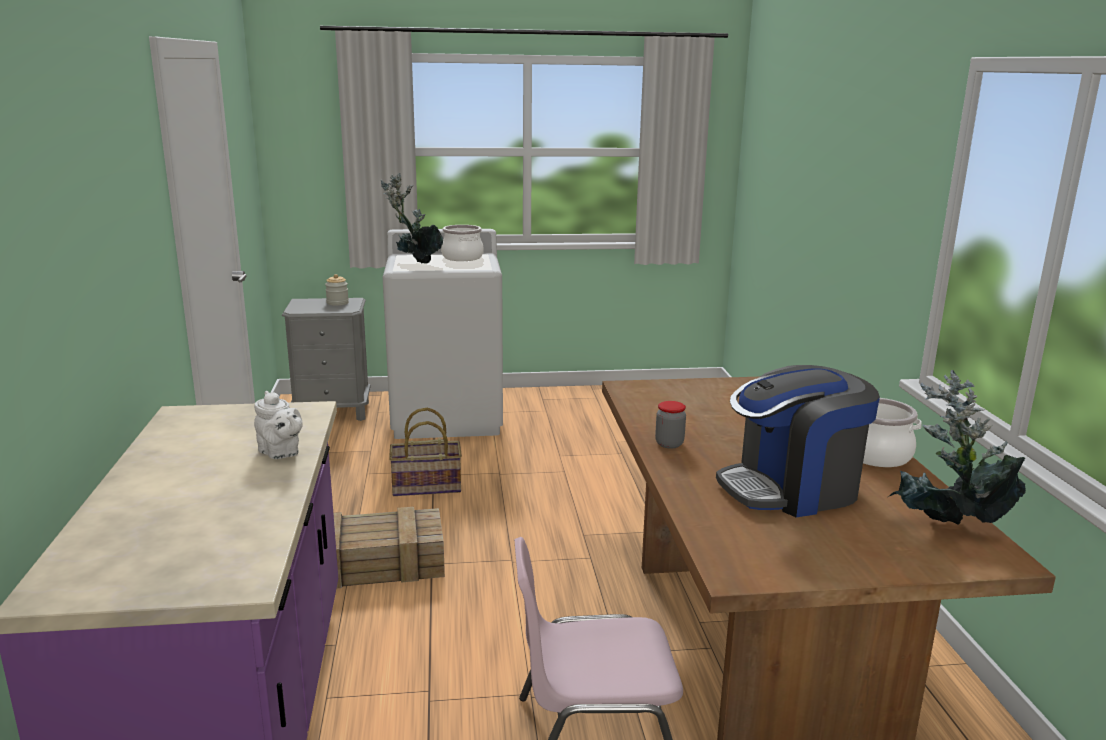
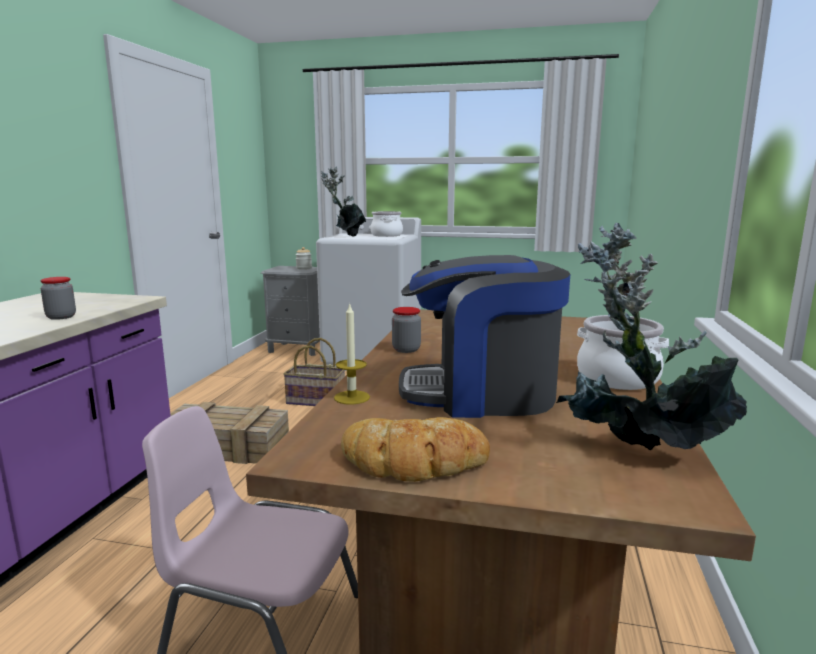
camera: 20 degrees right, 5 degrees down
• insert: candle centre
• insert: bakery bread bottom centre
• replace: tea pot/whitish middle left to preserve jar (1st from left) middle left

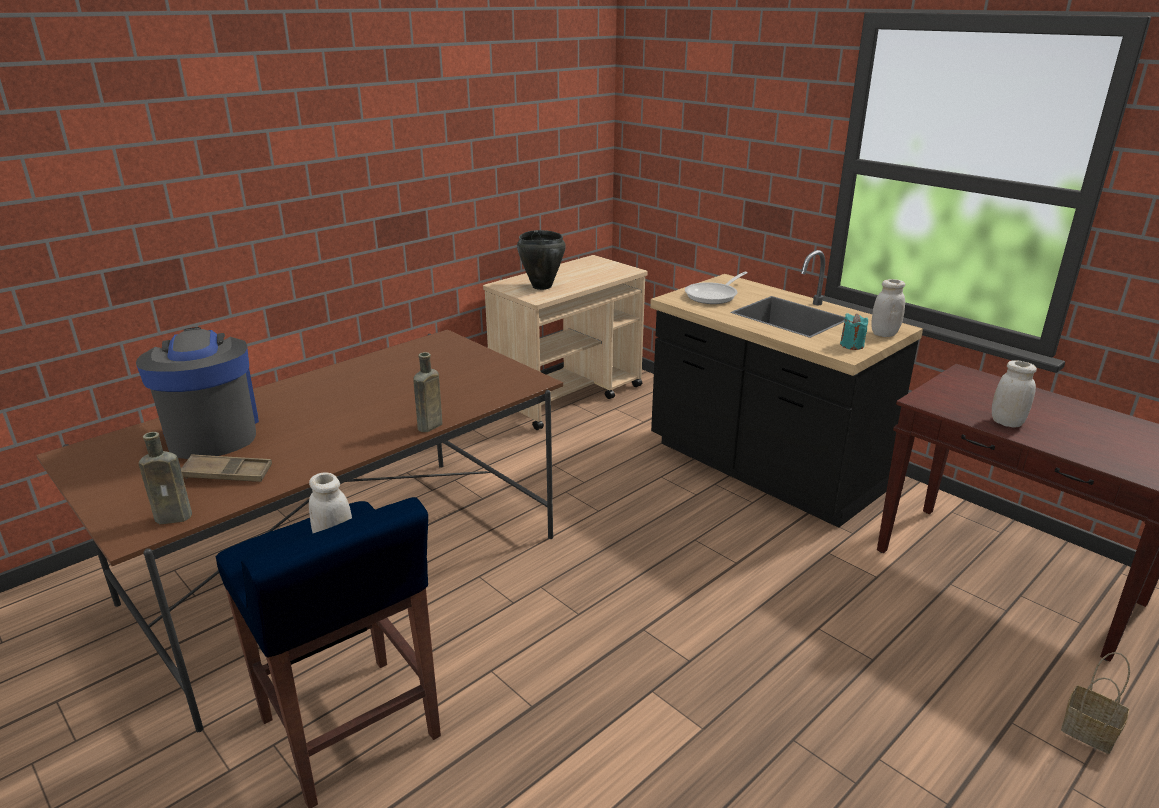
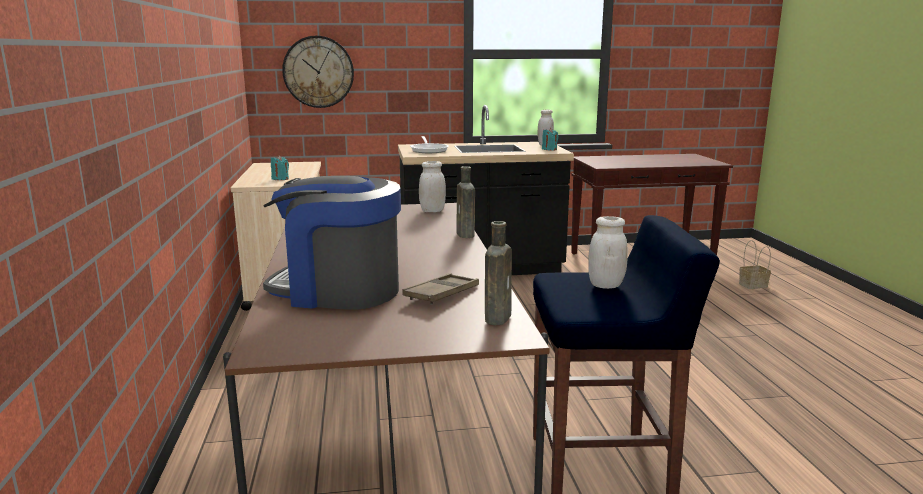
camera: 55 degrees left, 10 degrees down
• insert: wall clock top centre
• move: preserve jar/whitish (3rd from left in the first image) middle right to preserve jar/whitish (1st from left) centre
• replace: stockpot/black-coloured top centre to candle/turquoise (1st from left) middle left

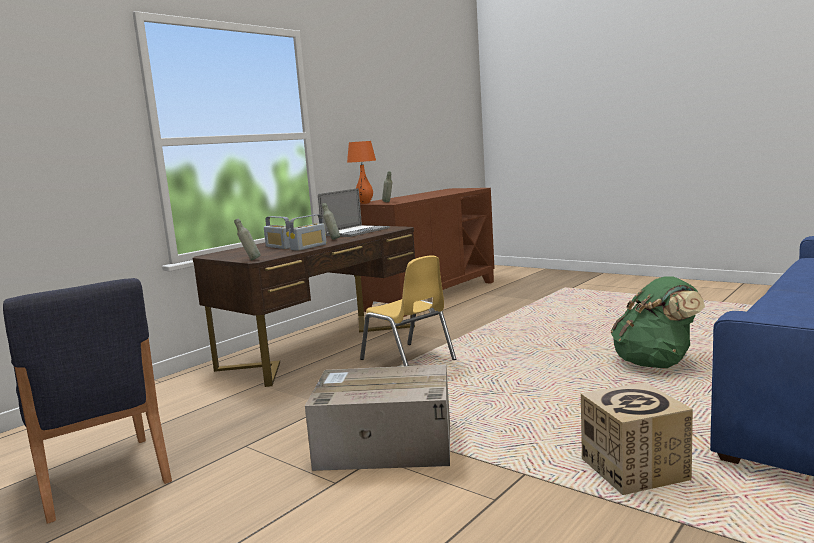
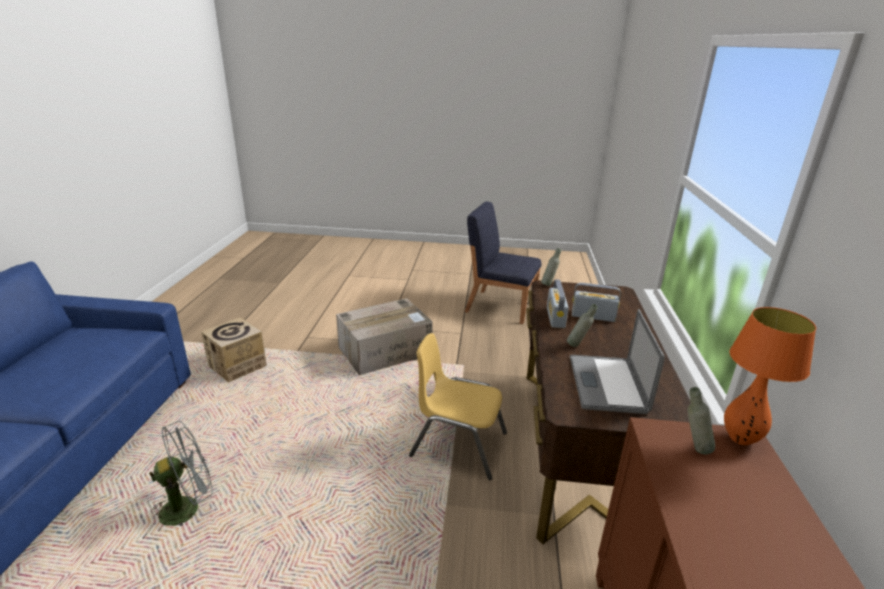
camera: 145 degrees right, 15 degrees up
• replace: rucksack/greenish middle right to cooling fan/gray bottom left

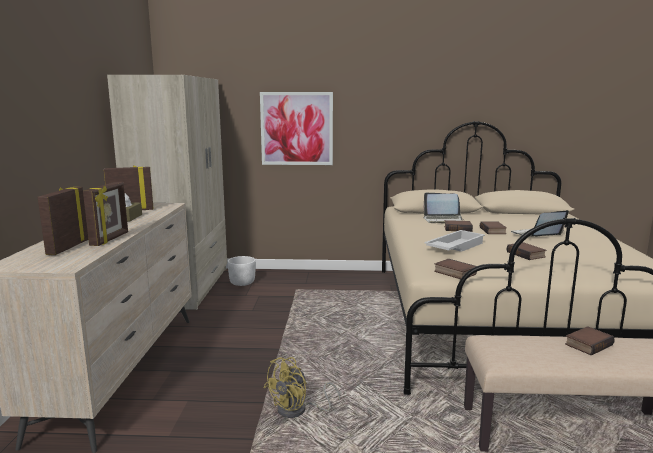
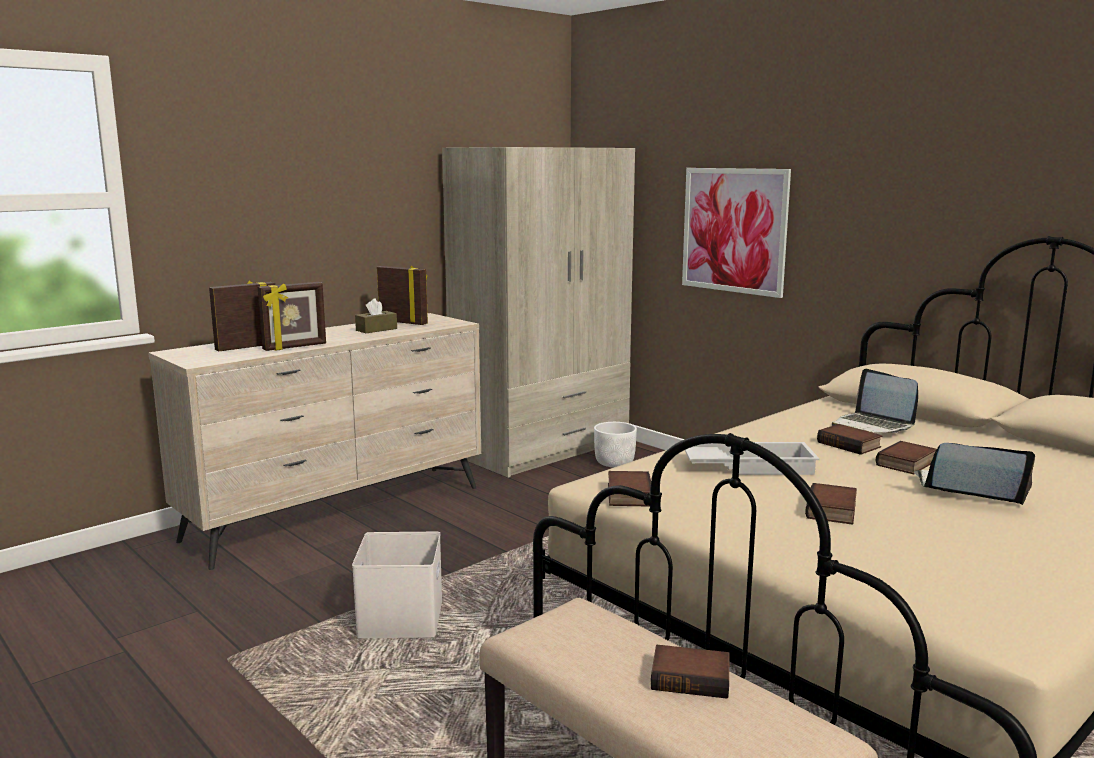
camera: 45 degrees right, 0 degrees up
• replace: cooling fan/yellow bottom centre to storage bin/whitish bottom centre

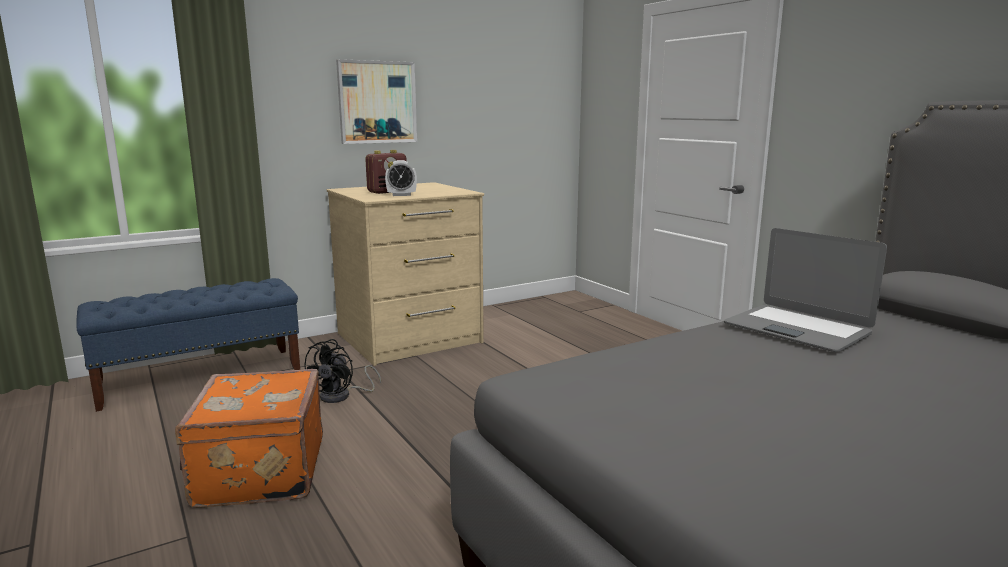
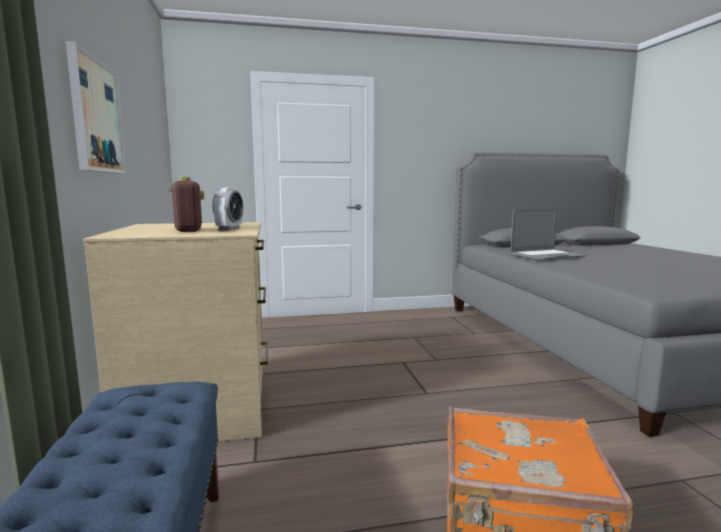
camera: 70 degrees left, 5 degrees down
• delete: cooling fan/black-coloured centre

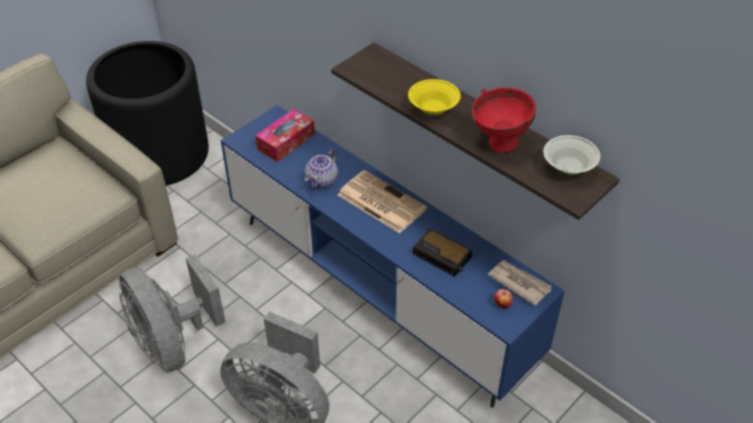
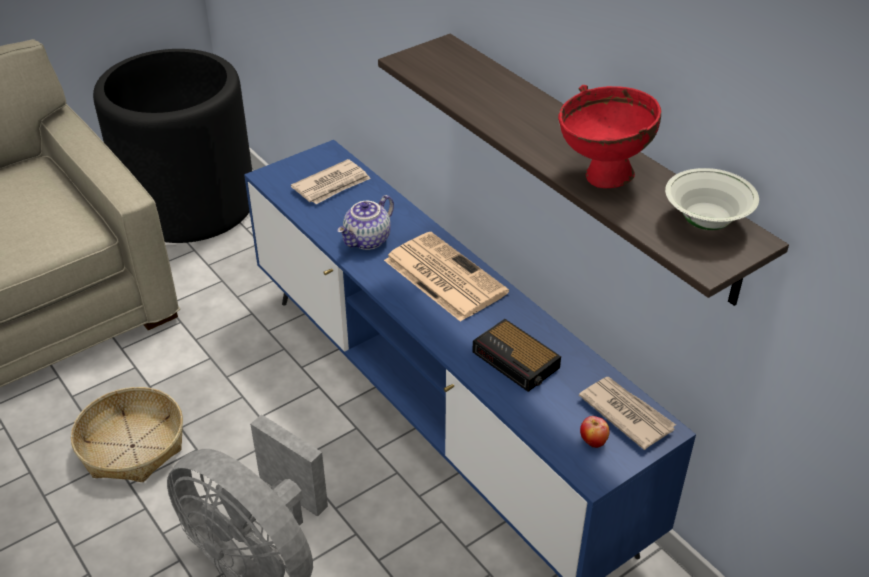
camera: 10 degrees right, 5 degrees down
• delete: serving bowl/yellow top centre
• replace: cooling fan/gray (1st from left) bottom left to storage basket bottom left
• replace: tissue box top centre to printed paper (1st from left) top centre

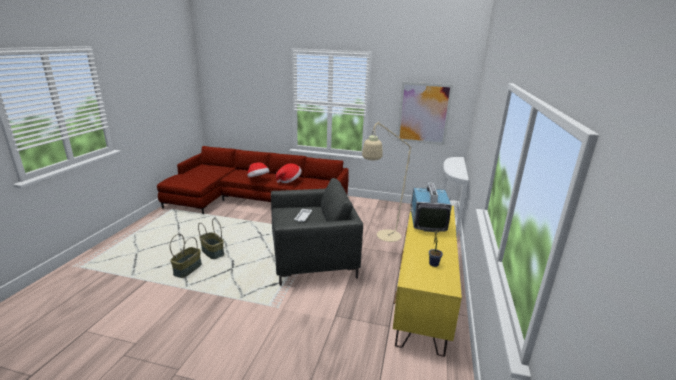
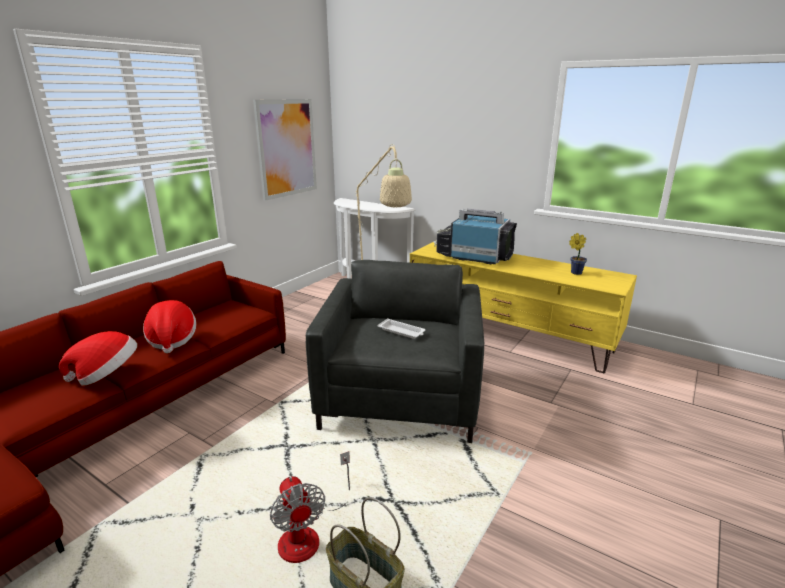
camera: 70 degrees left, 0 degrees up
• replace: storage basket (2nd from left) middle left to cooling fan bottom centre

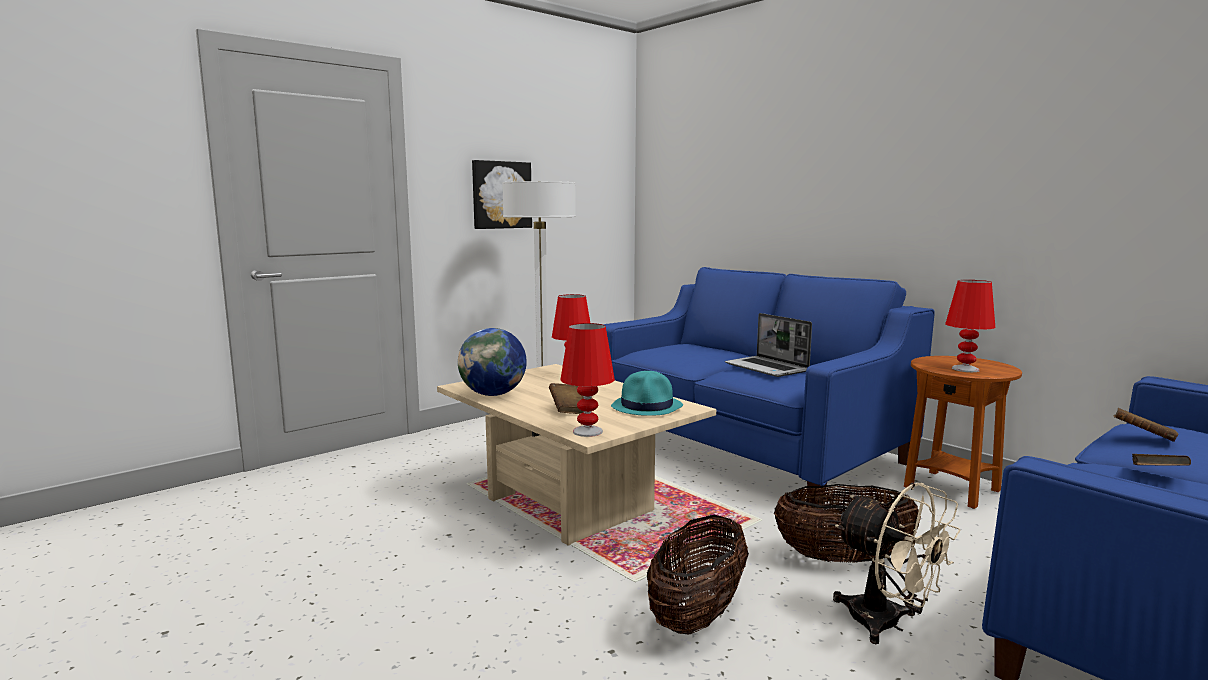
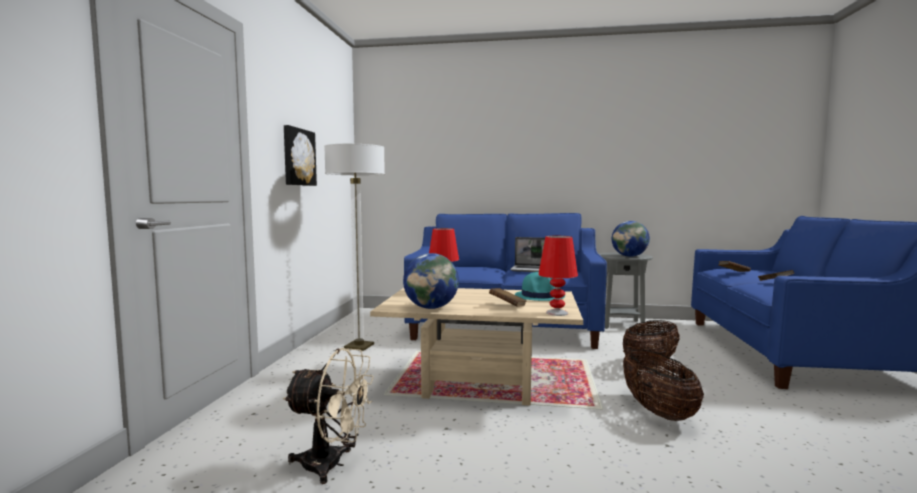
camera: 40 degrees left, 5 degrees down
• move: cooling fan/beige bottom right to bottom centre
• replace: lamp for a table/red-coloured (3rd from left) middle right to desk globe (2nd from left) middle right
• recolor: accent table/brown middle right to accent table/gray middle right

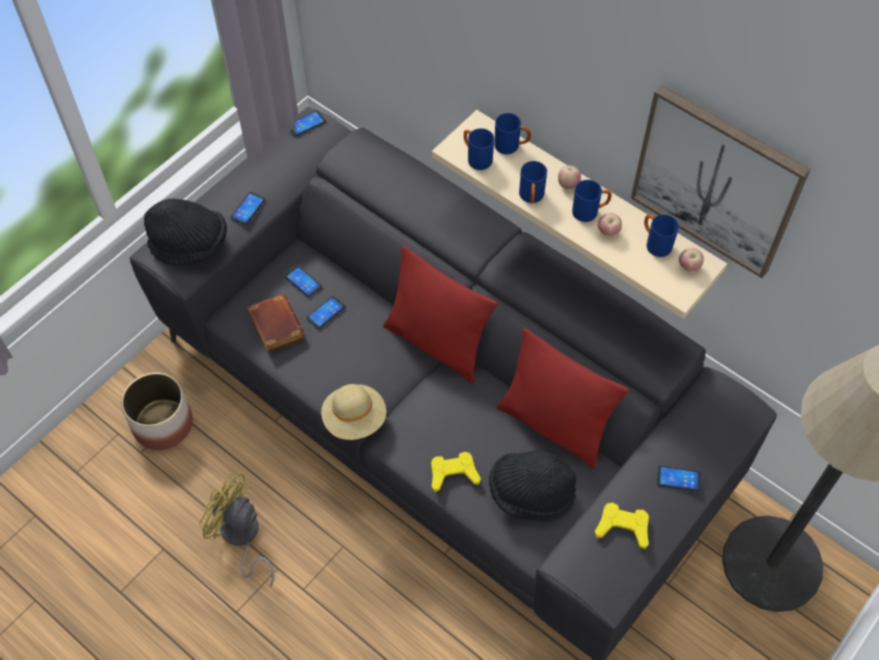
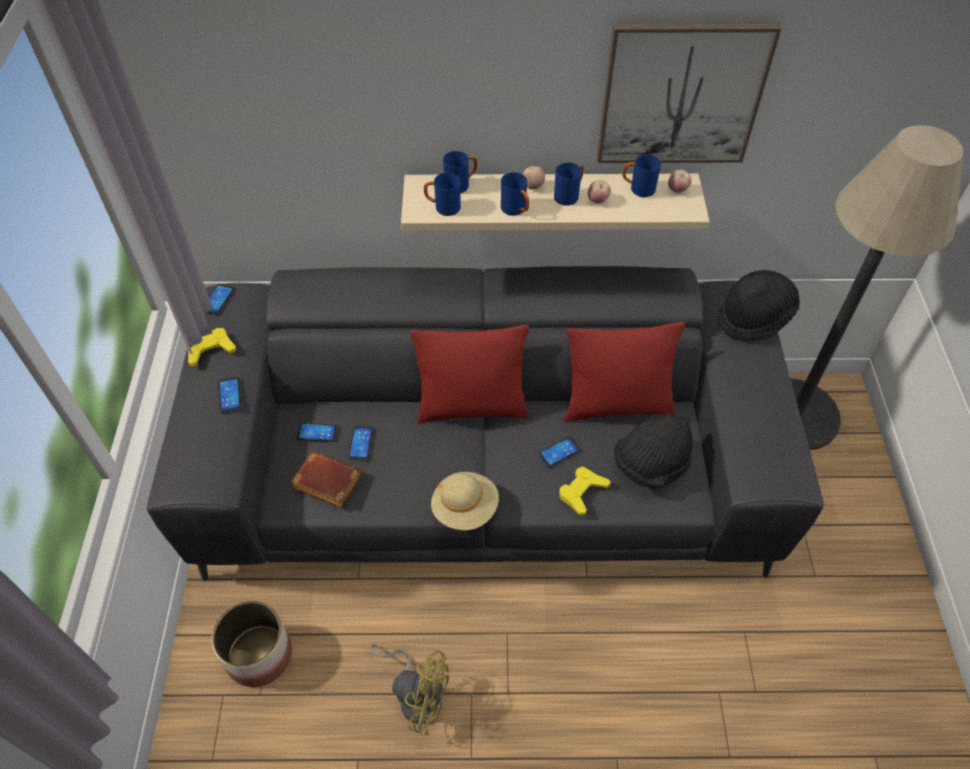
camera: 40 degrees left, 5 degrees down
• move: hat/black-coloured (1st from left in the first image) middle left to hat/black-coloured (2nd from left) middle right
• move: joypad/yellow (2nd from left in the first image) bottom right to joypad/yellow (1st from left) middle left
• move: telephone (5th from left) bottom right to centre
• rotate: cooling fan/yellow bottom left = bottom centre 150 degrees counterclockwise

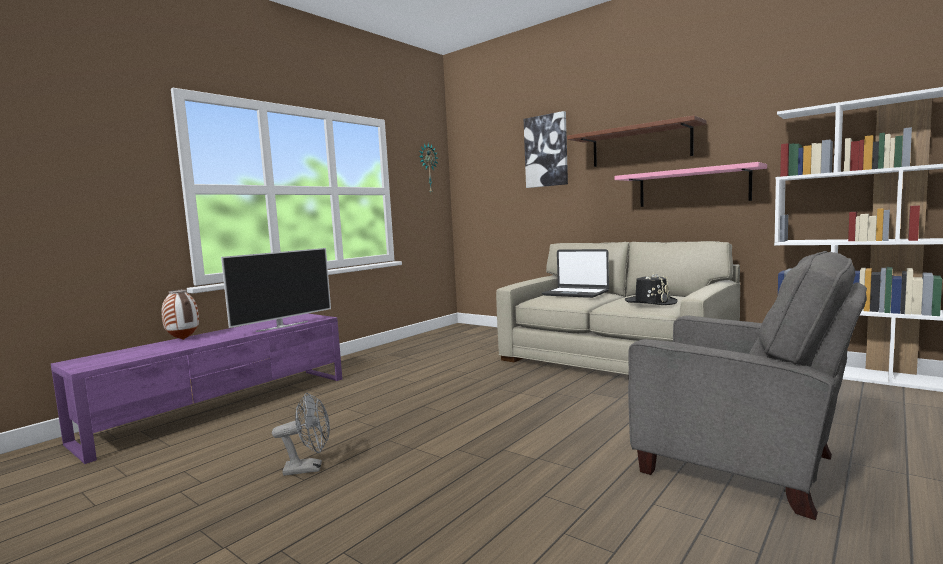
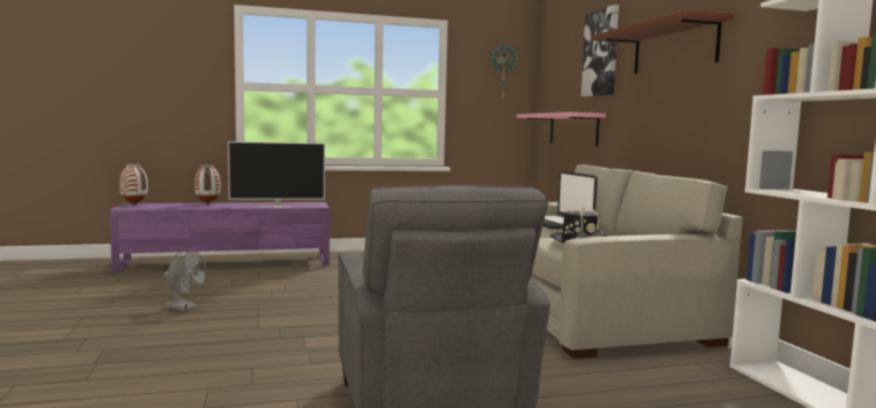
camera: 35 degrees right, 0 degrees up
• insert: decorative vase (1st from left) middle left
• move: shelf/pink-coloured top right to top centre

